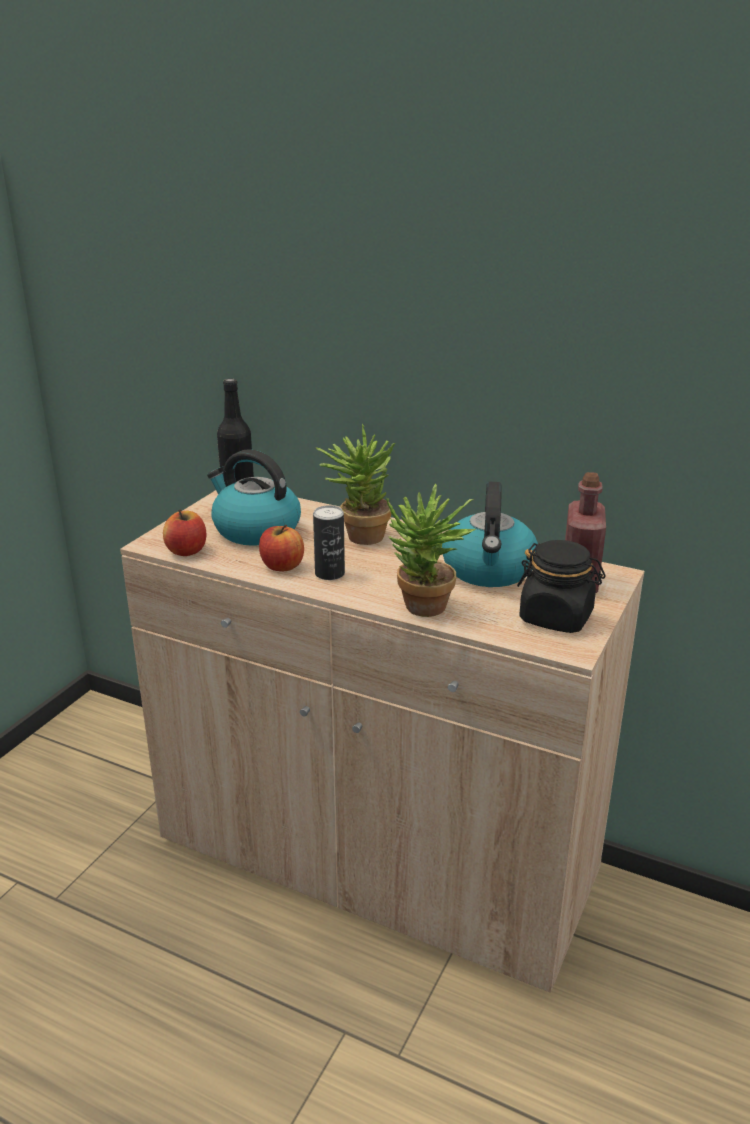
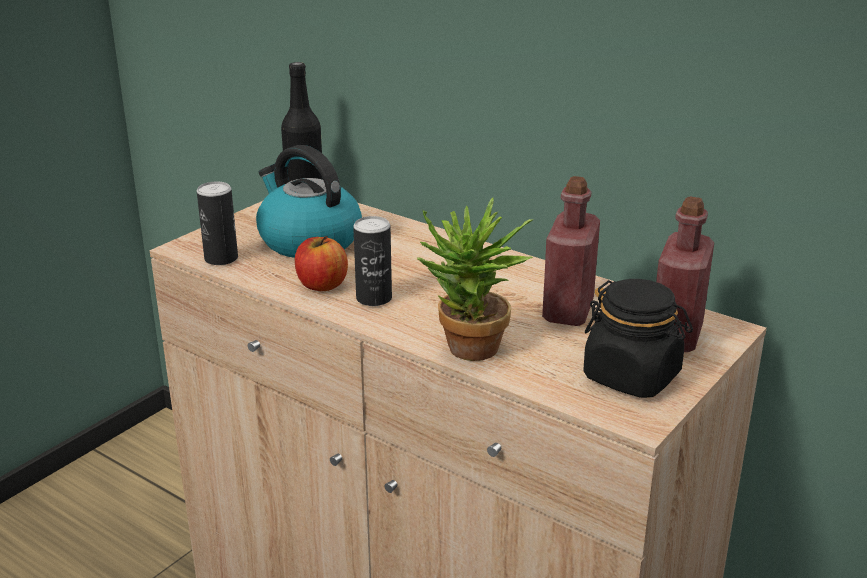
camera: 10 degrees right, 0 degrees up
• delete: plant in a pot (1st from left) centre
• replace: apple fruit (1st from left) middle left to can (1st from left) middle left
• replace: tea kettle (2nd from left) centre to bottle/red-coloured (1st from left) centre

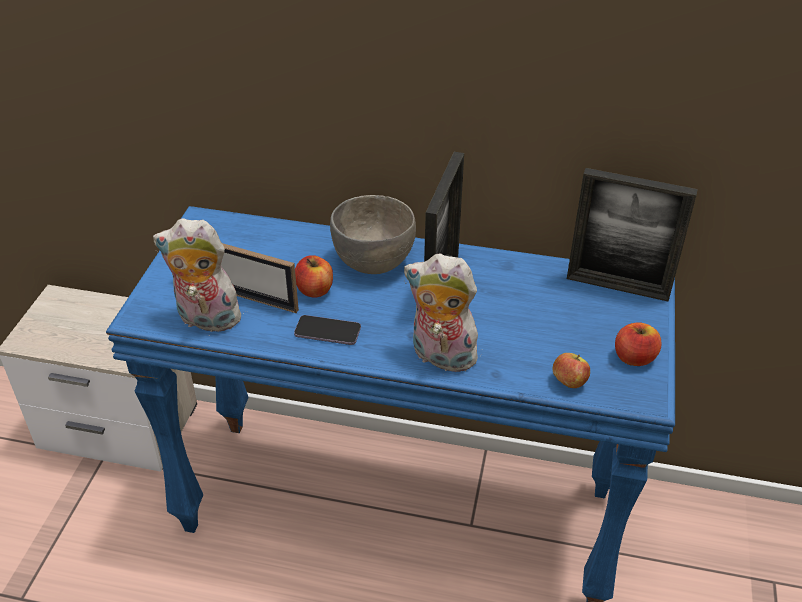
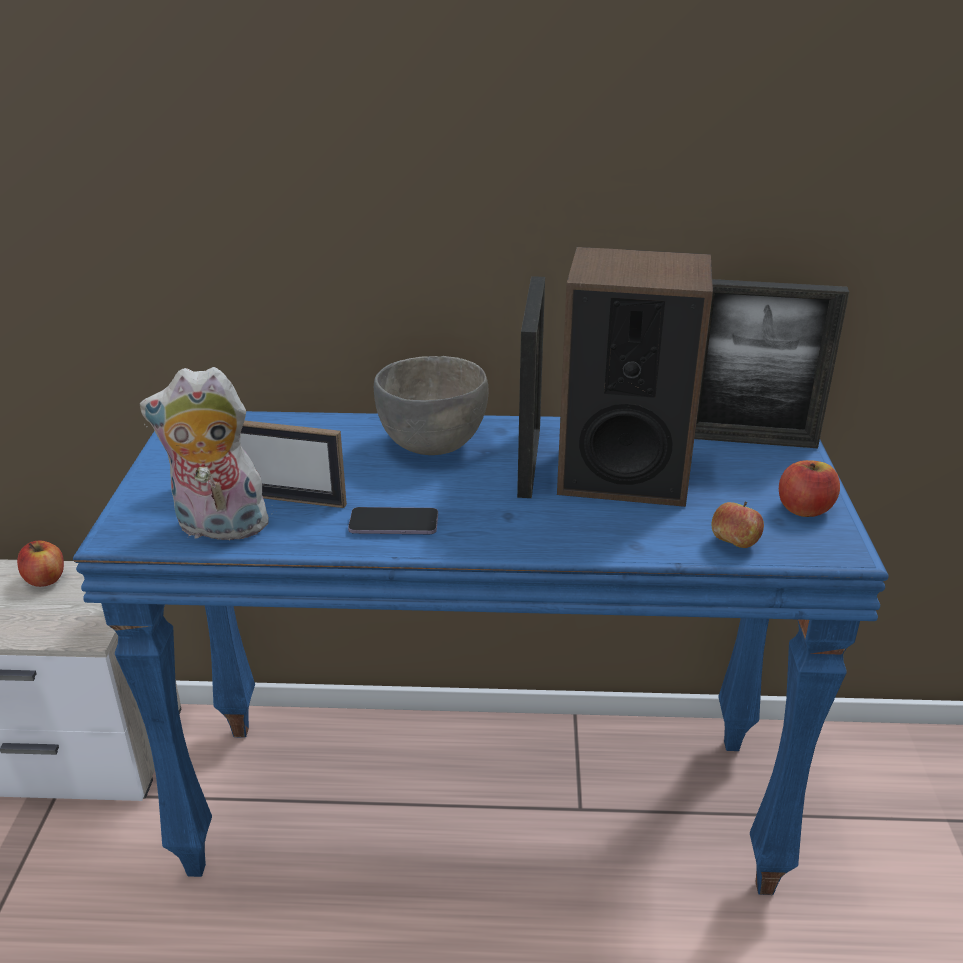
camera: 10 degrees left, 10 degrees down
• delete: soft toy (2nd from left) centre
• insert: audio speaker centre
• move: apple fruit (1st from left) centre to middle left

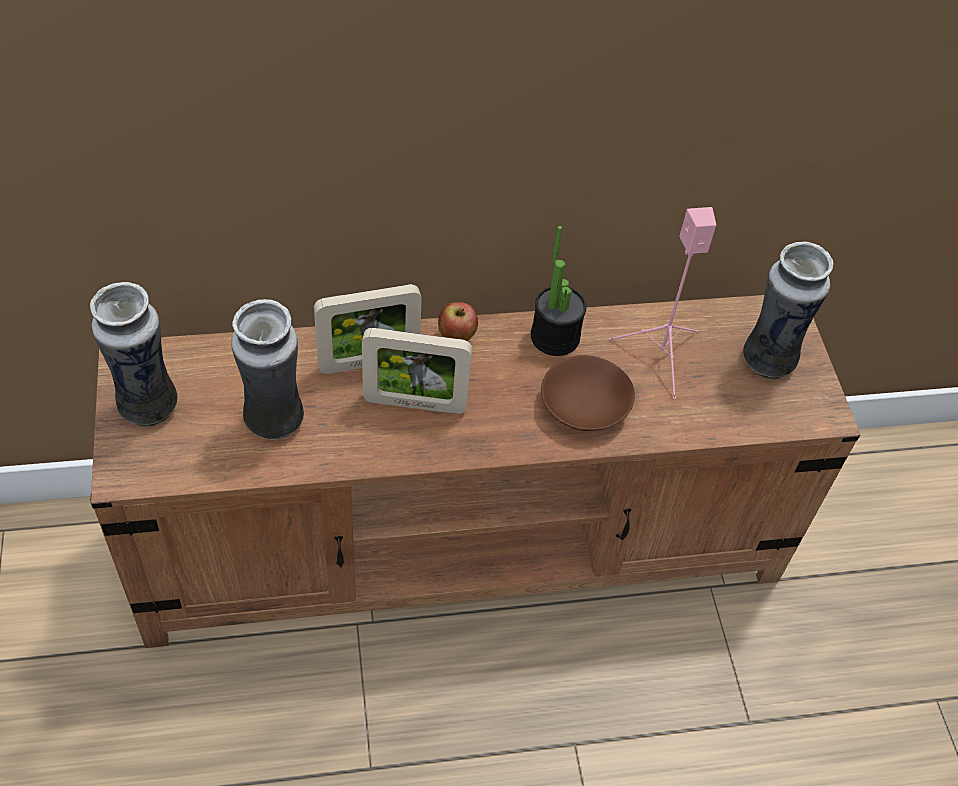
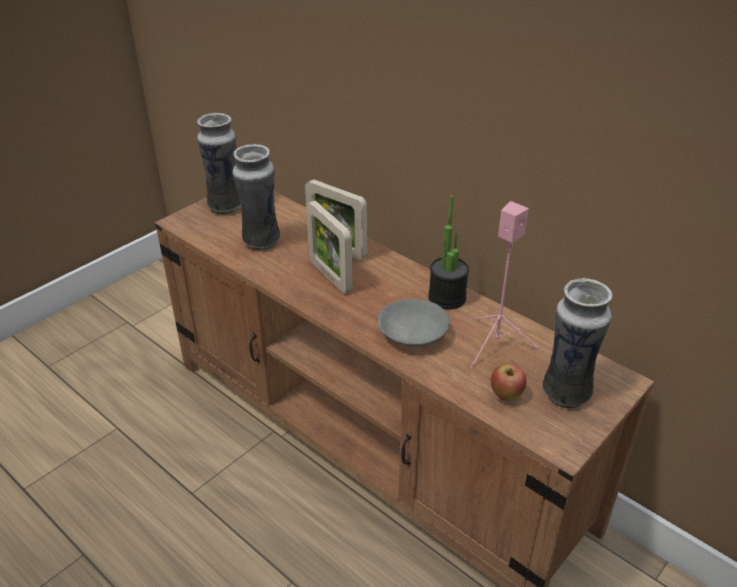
camera: 55 degrees right, 15 degrees down
• move: apple fruit centre to middle right
• recolor: serving bowl/brown centre to serving bowl/gray centre

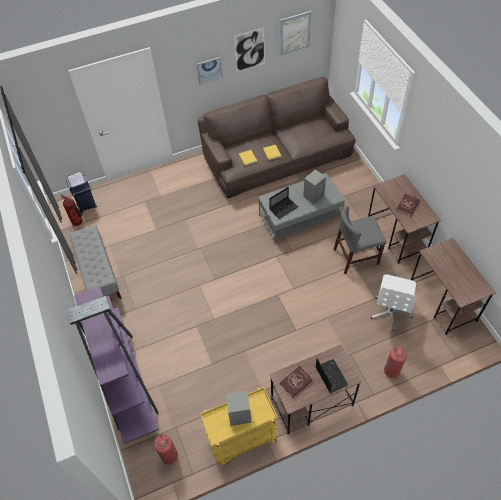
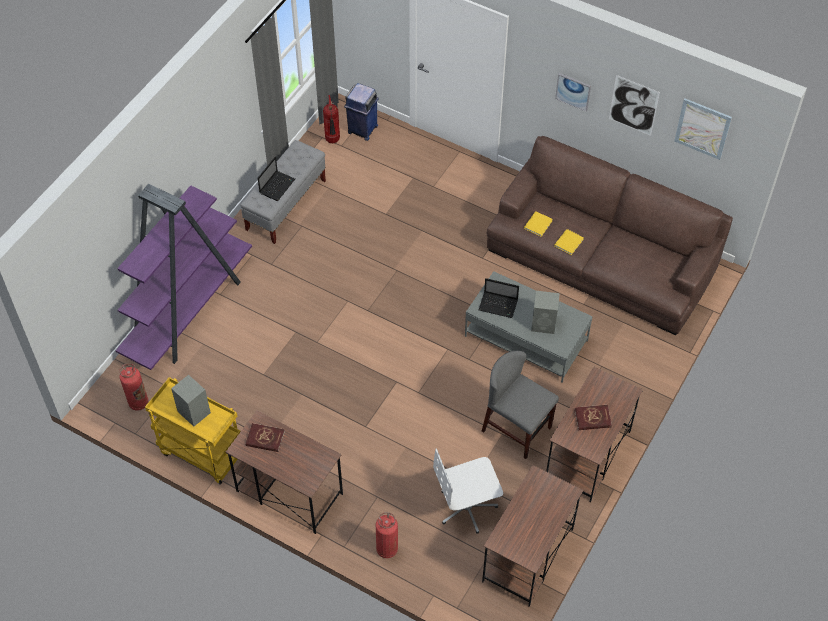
camera: 50 degrees right, 0 degrees up
• move: notebook computer (2nd from left in the first image) bottom centre to notebook computer (1st from left) top centre

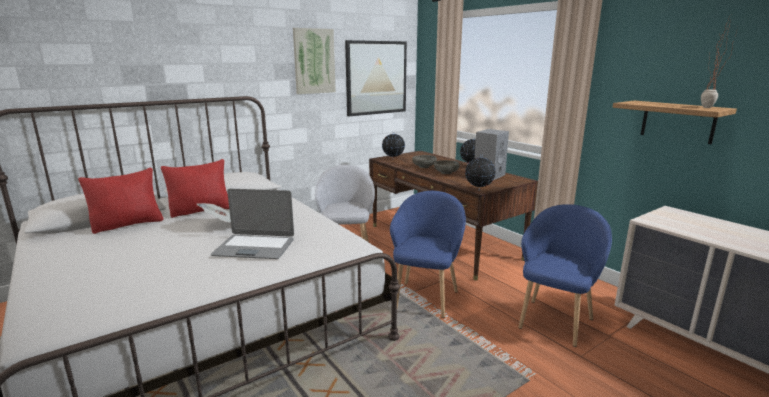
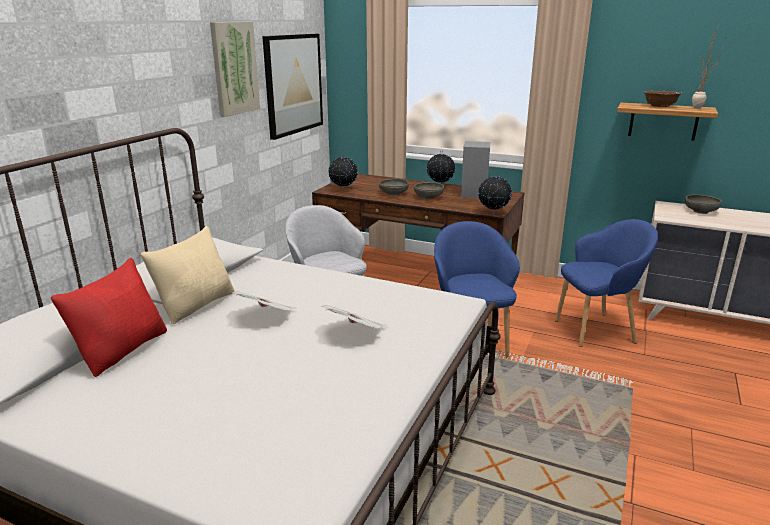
camera: 30 degrees left, 5 degrees up
• insert: serving bowl/brown top right
• insert: serving bowl/gray (3rd from left) middle right
• replace: notebook computer middle left to printed paper (2nd from left) centre
• recolor: pillow/red-coloured (2nd from left) middle left to pillow/beige middle left
• rotate: lounge chair/blue (2nd from left) bottom right = middle right 75 degrees clockwise

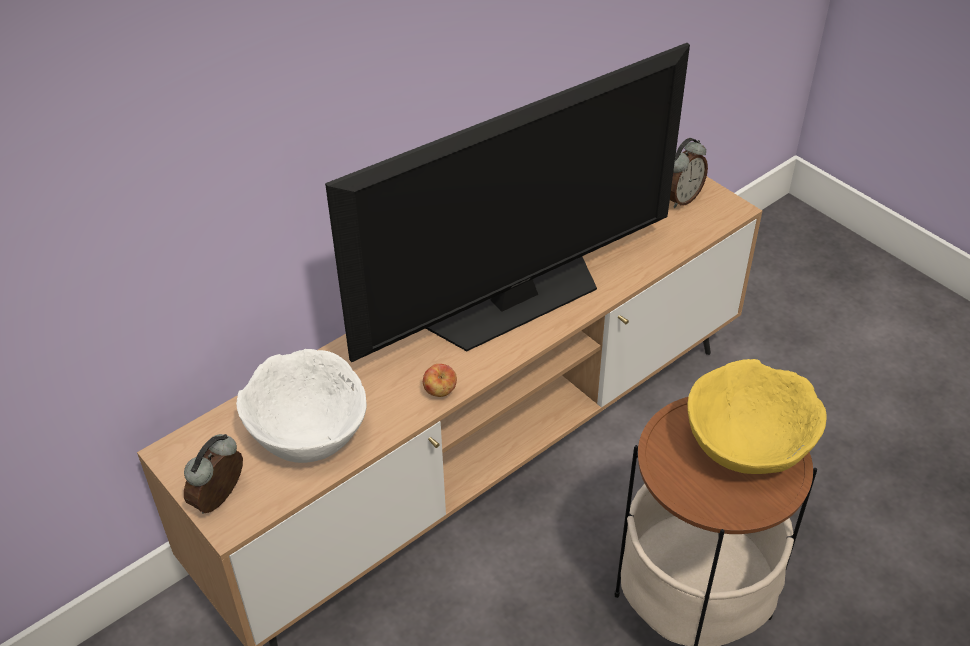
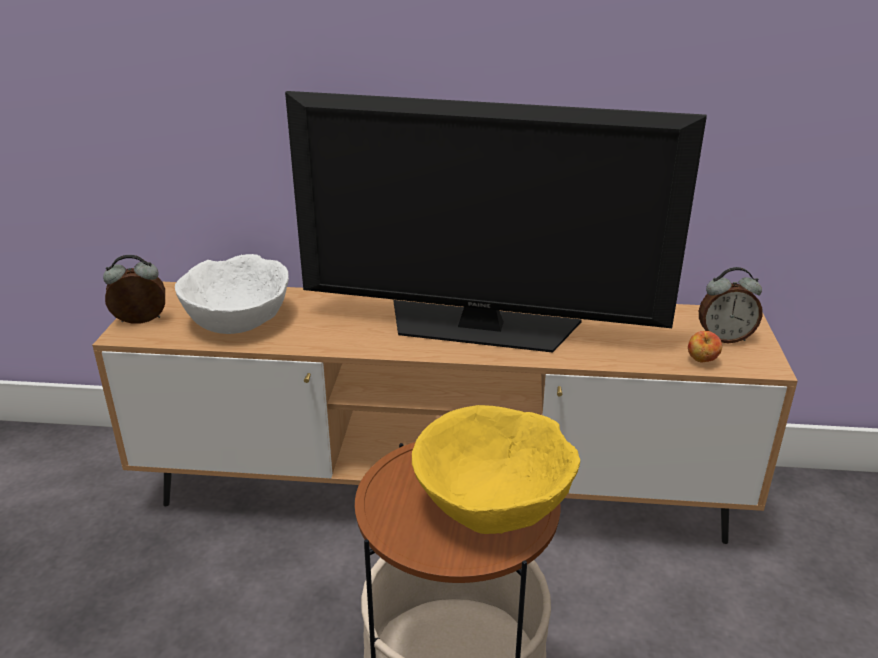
camera: 45 degrees right, 15 degrees down
• move: apple fruit centre to middle right

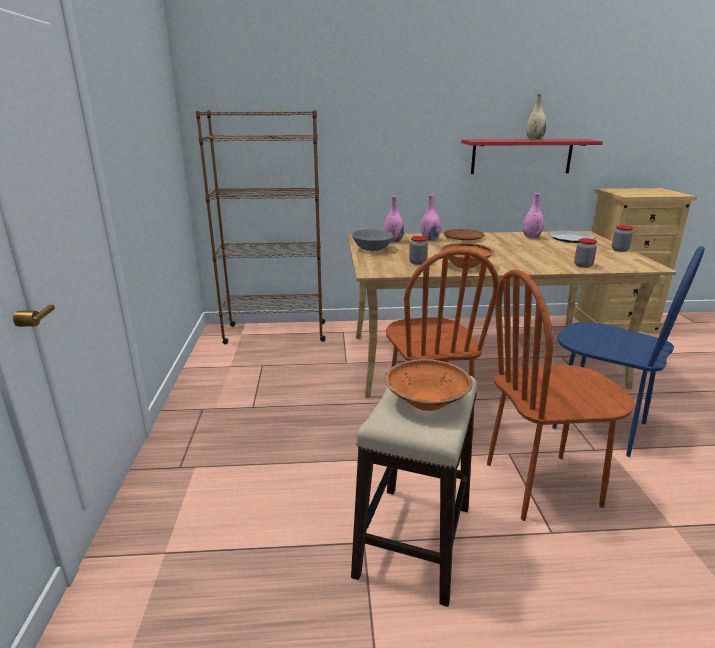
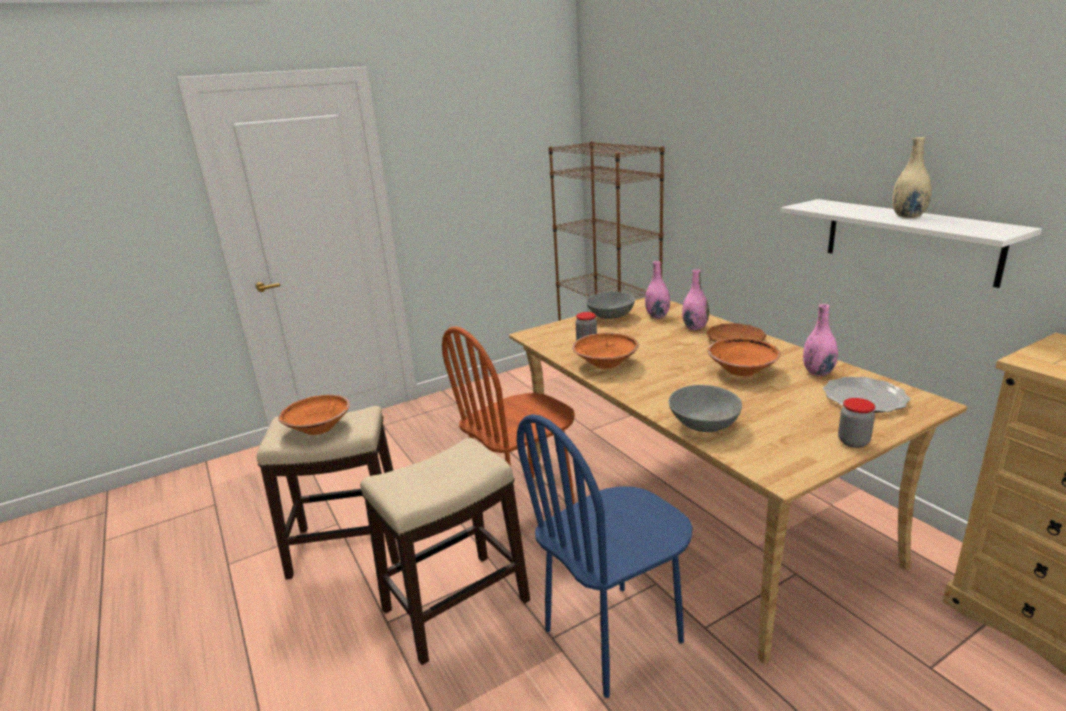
camera: 65 degrees right, 0 degrees up
• insert: serving bowl/orange (3rd from left) middle right
• replace: plain chair/brown (2nd from left) middle right to sitting stool (2nd from left) bottom centre
• replace: preserve jar (2nd from left) middle right to serving bowl/gray (2nd from left) centre
• recolor: shelf/red-coloured top right to shelf/whitish middle right
• rotate: plain chair/blue middle right = bottom centre 45 degrees clockwise

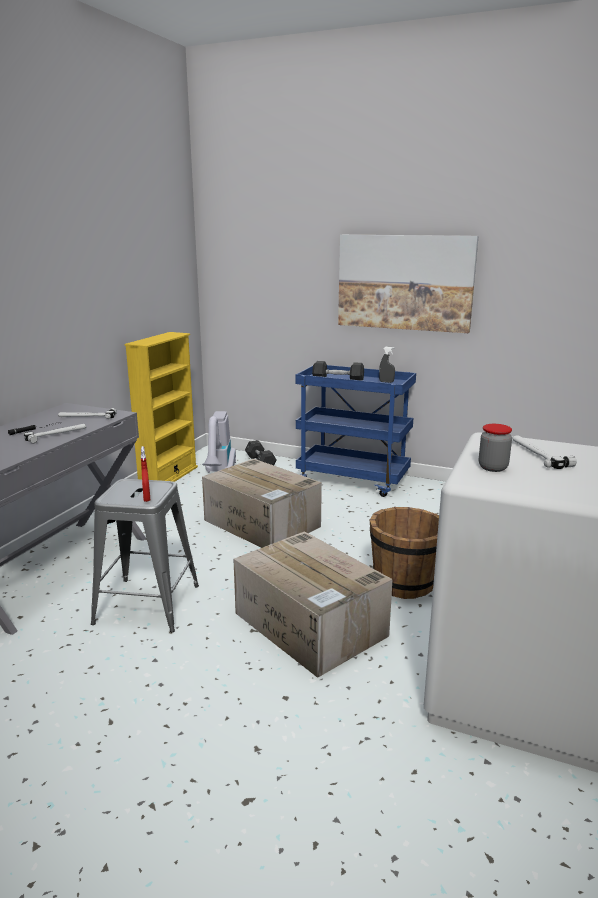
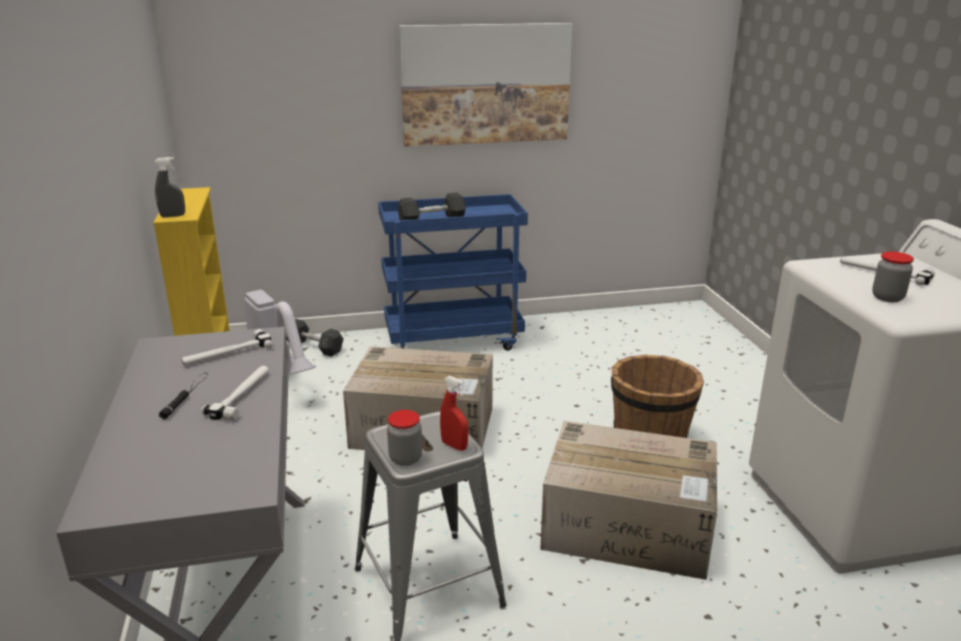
camera: 35 degrees left, 5 degrees up
• insert: preserve jar (1st from left) bottom centre
• move: spray bottle/gray centre to top left

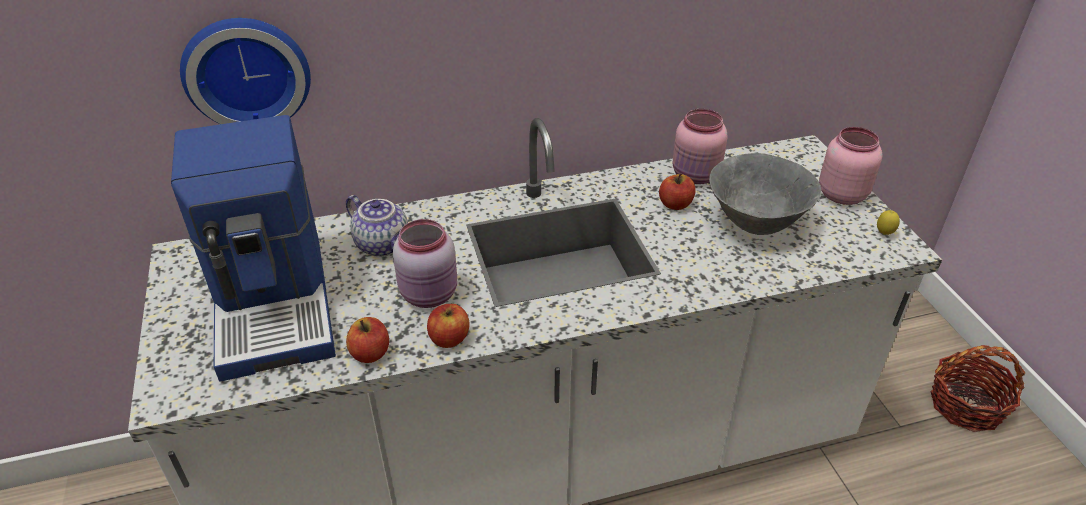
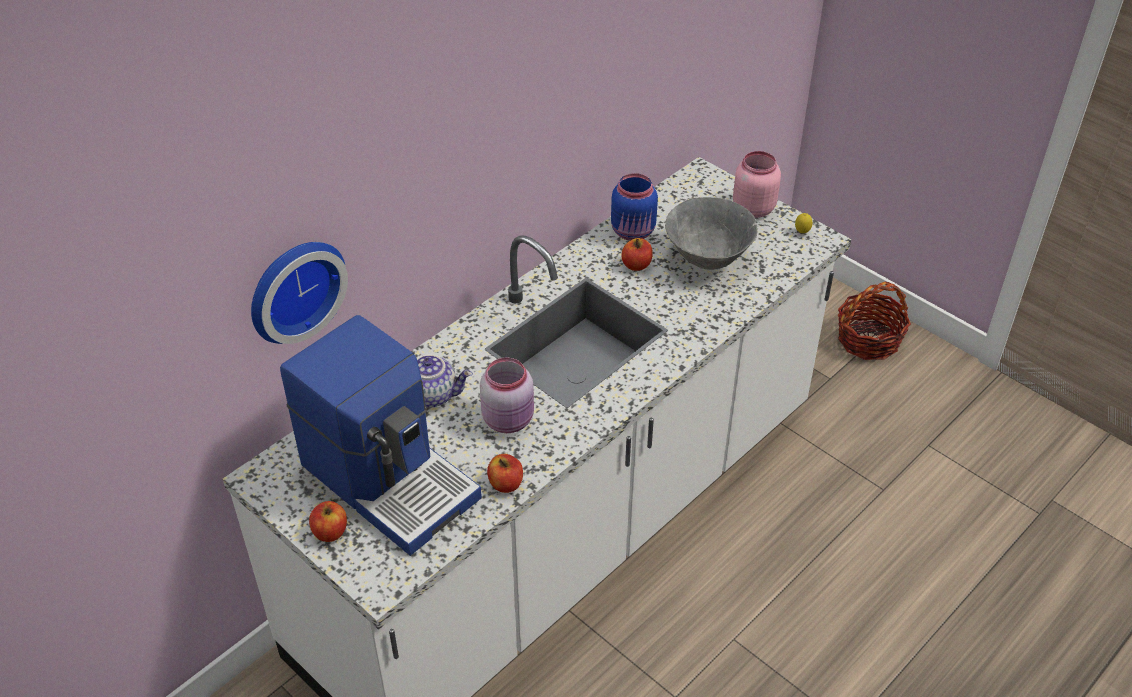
camera: 30 degrees left, 5 degrees up
• move: apple fruit (2nd from left in the first image) centre to apple fruit (1st from left) bottom left
• recolor: preserve jar/pink-coloured (2nd from left) top centre to preserve jar/blue top centre

